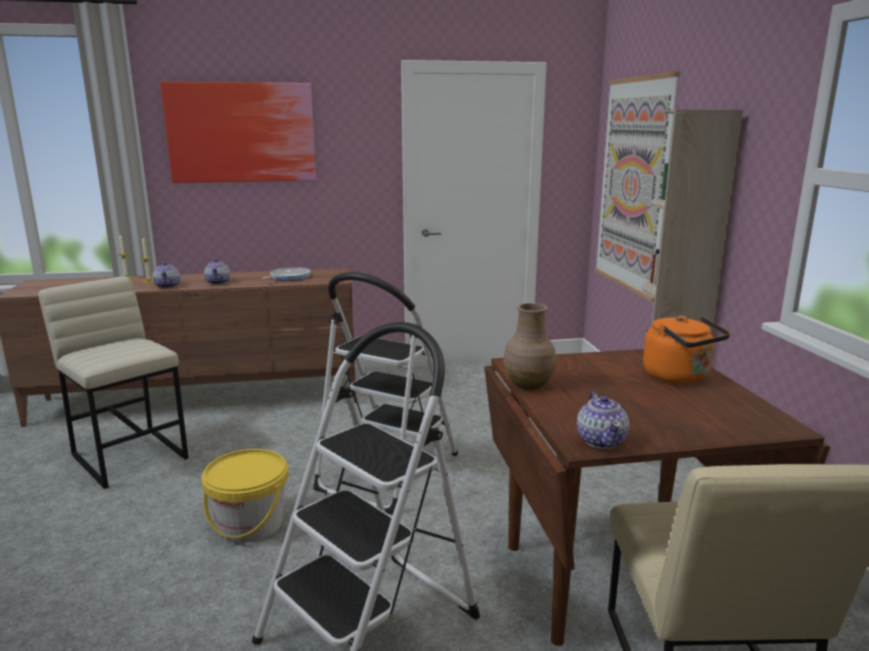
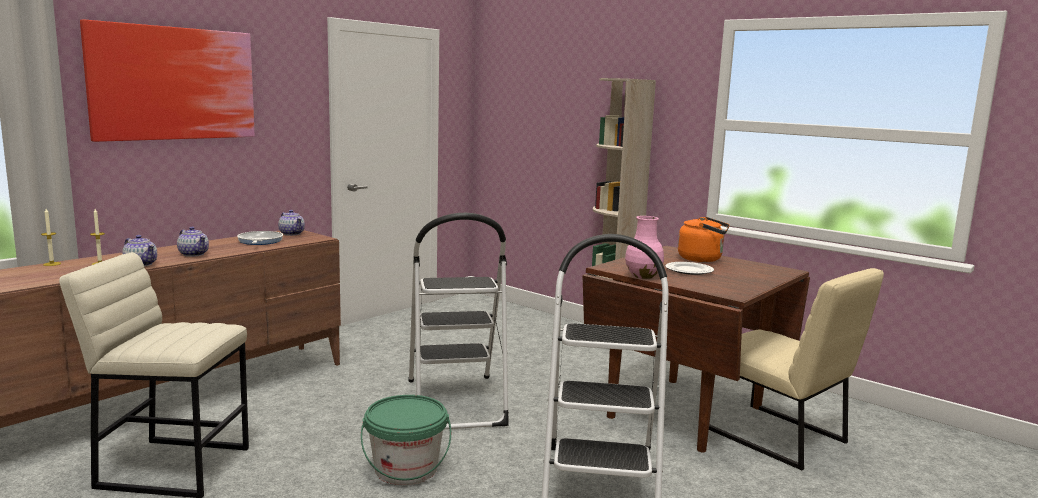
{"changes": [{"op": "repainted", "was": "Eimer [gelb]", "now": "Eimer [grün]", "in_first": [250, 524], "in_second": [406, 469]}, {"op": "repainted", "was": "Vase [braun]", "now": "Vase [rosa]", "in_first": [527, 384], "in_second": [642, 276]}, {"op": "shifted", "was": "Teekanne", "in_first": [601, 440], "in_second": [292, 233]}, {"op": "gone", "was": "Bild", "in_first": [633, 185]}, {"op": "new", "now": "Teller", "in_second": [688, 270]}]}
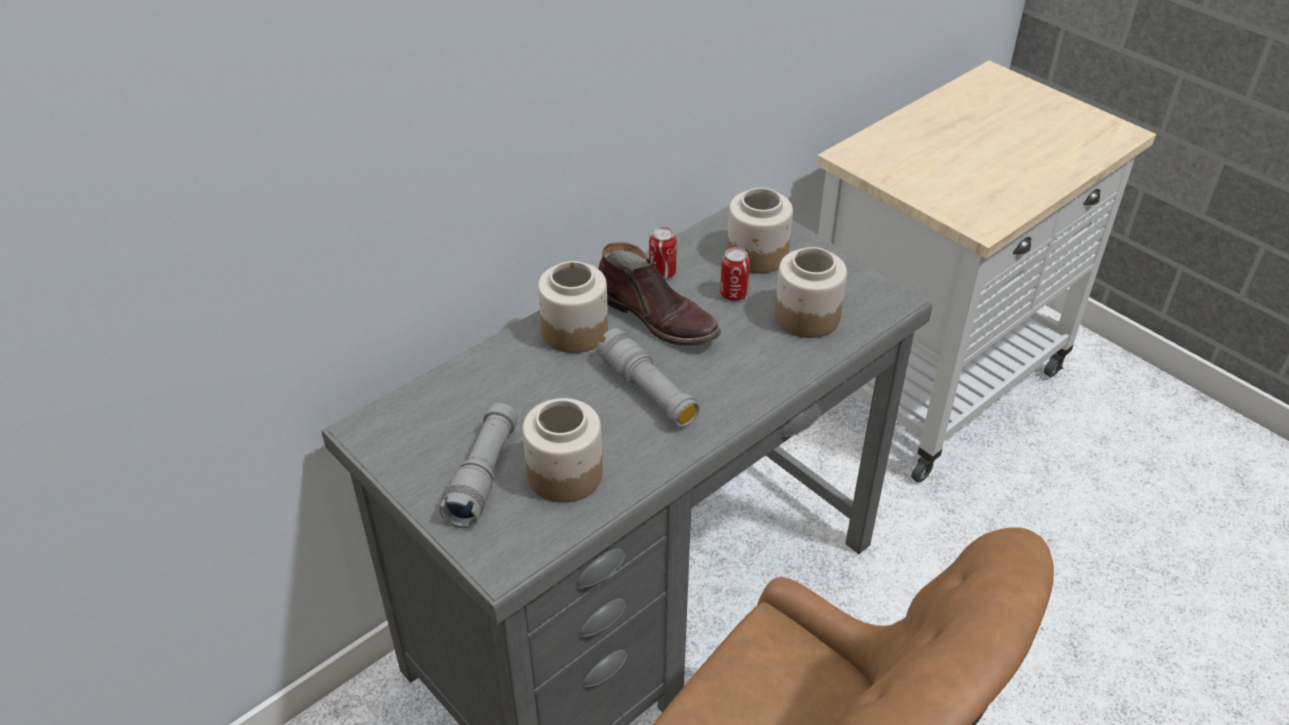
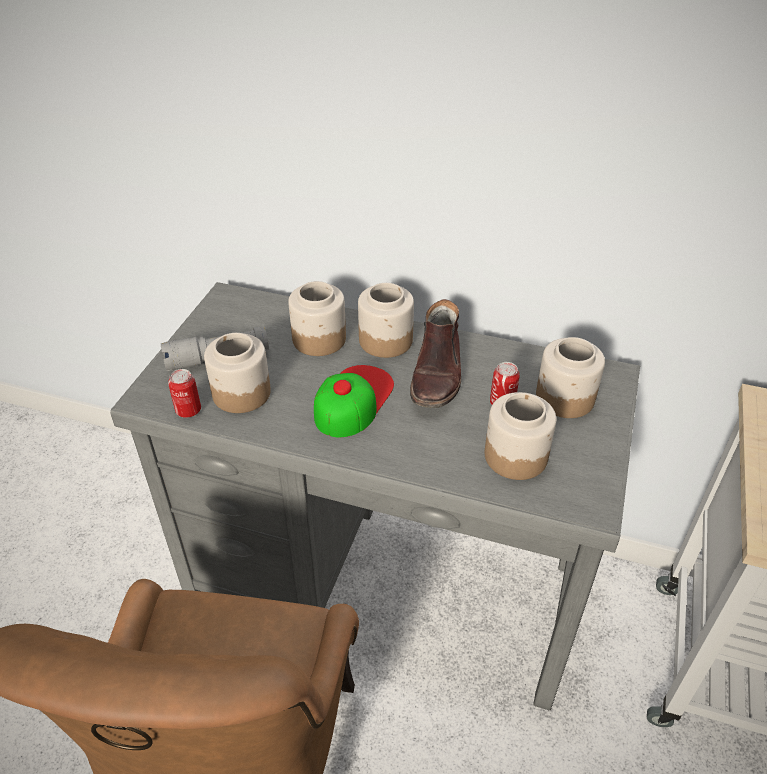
{"changes": [{"op": "swapped", "was": "Taschenlampe [grau]", "now": "Kappe", "in_first": [648, 391], "in_second": [353, 400]}, {"op": "shifted", "was": "Dose", "in_first": [662, 273], "in_second": [188, 410]}, {"op": "new", "now": "Vorratsglas", "in_second": [318, 339]}]}
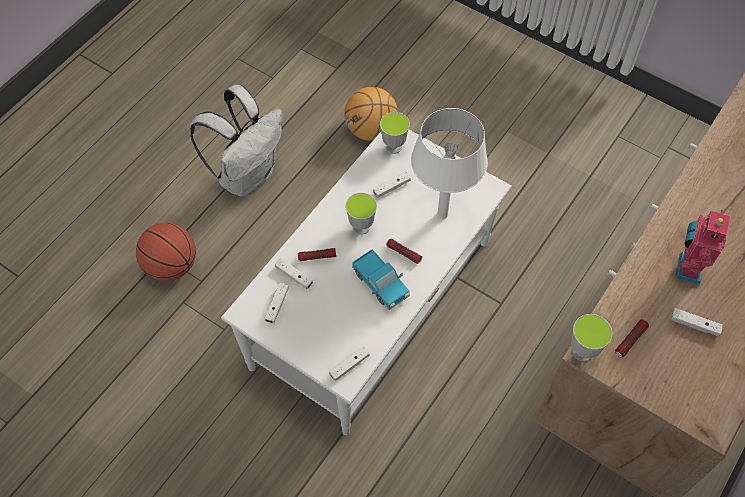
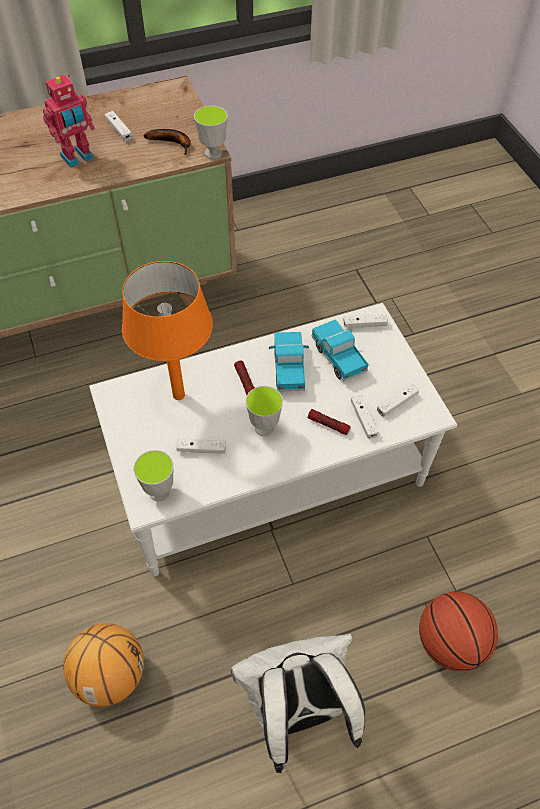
{"changes": [{"op": "repainted", "was": "Tischlampe [weiß]", "now": "Tischlampe [orange]", "in_first": [442, 214], "in_second": [178, 395]}, {"op": "swapped", "was": "Taschenlampe", "now": "Banane", "in_first": [630, 341], "in_second": [173, 143]}, {"op": "new", "now": "Spielzeuglaster", "in_second": [338, 357]}]}
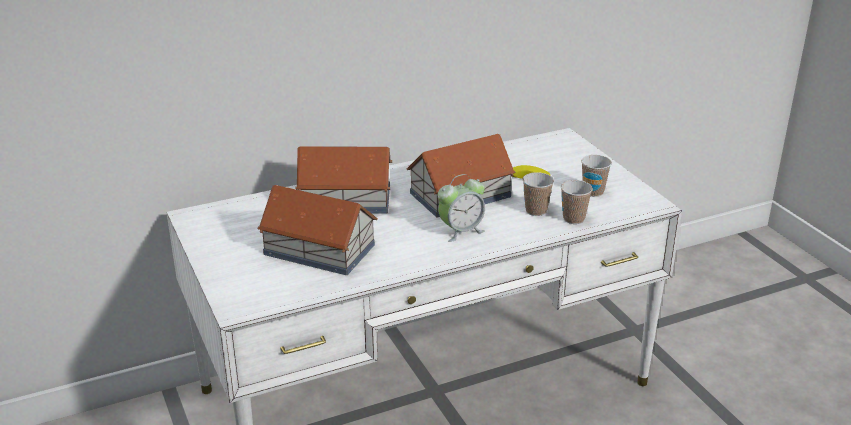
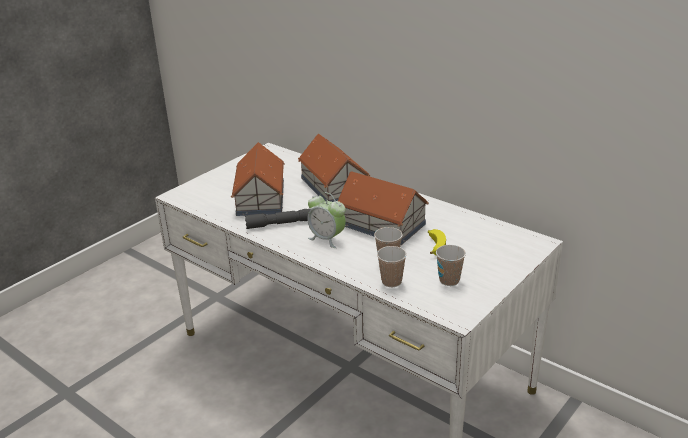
{"changes": [{"op": "new", "now": "Taschenlampe [grau]", "in_second": [280, 224]}]}
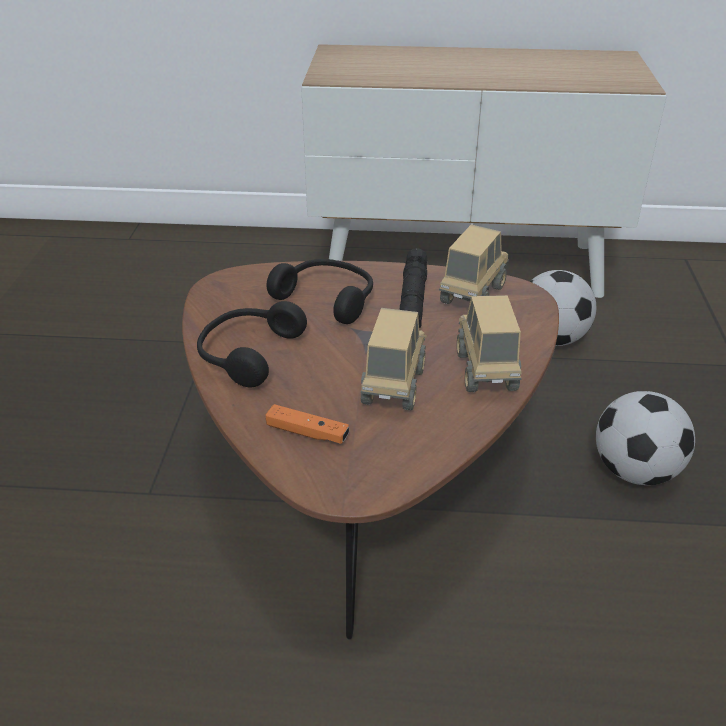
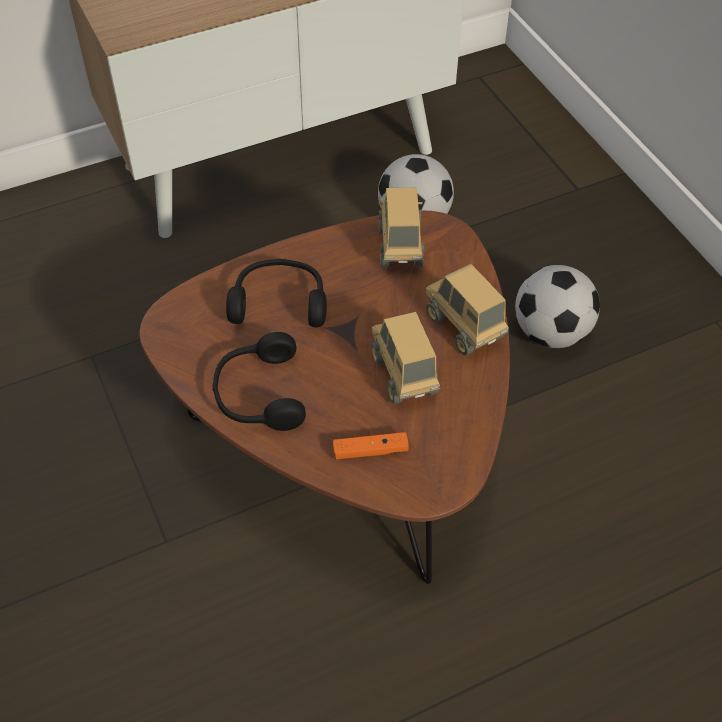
{"changes": [{"op": "gone", "was": "Taschenlampe [schwarz]", "in_first": [413, 298]}]}
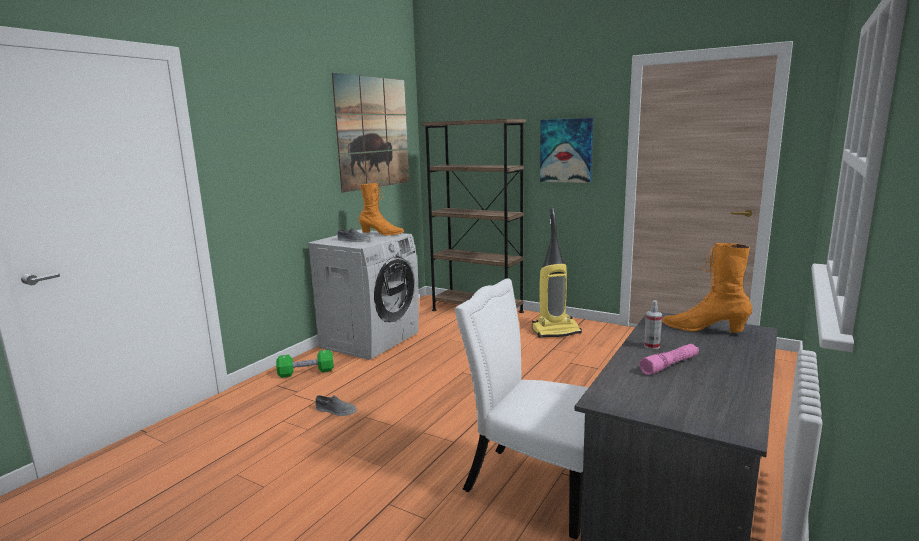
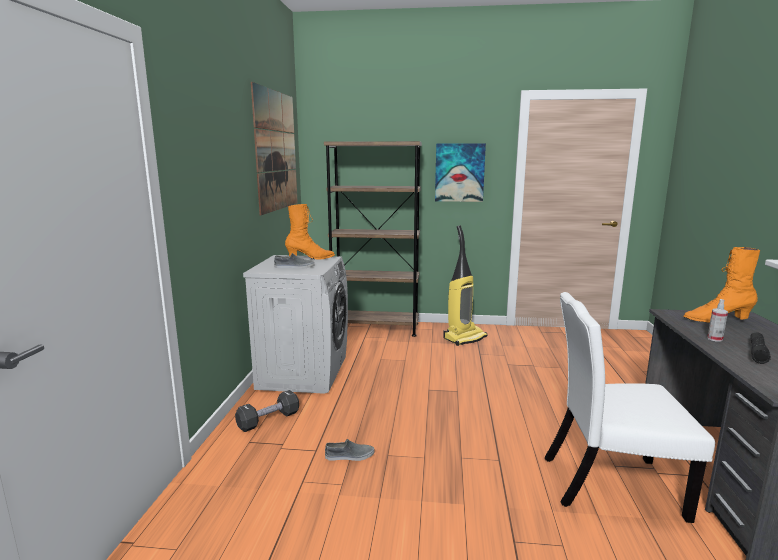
{"changes": [{"op": "repainted", "was": "Hantel [grün]", "now": "Hantel [schwarz]", "in_first": [306, 372], "in_second": [268, 420]}, {"op": "repainted", "was": "Taschenlampe [rosa]", "now": "Taschenlampe [schwarz]", "in_first": [670, 365], "in_second": [757, 353]}]}
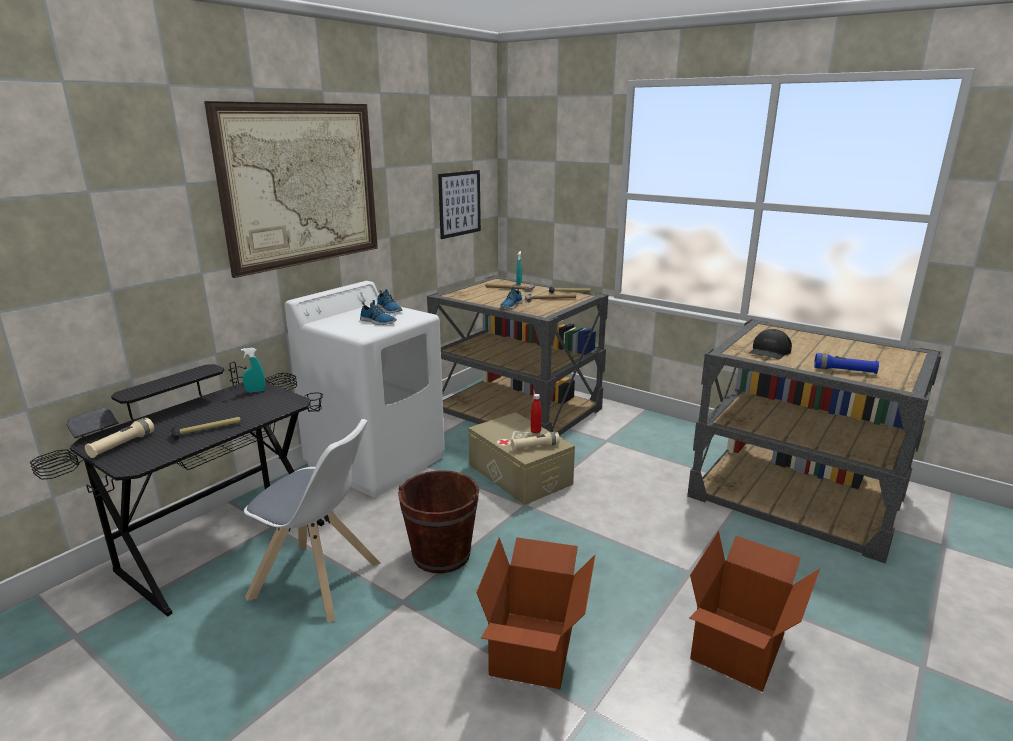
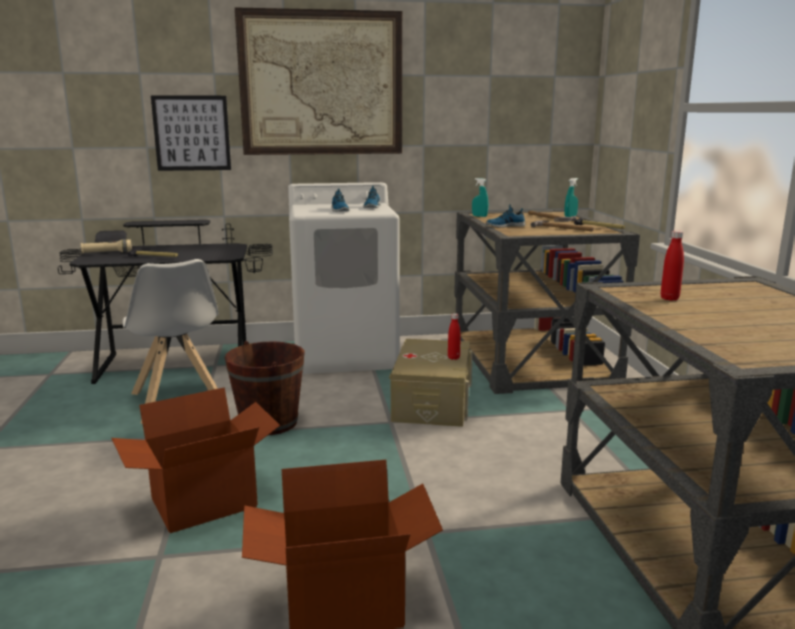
{"changes": [{"op": "shifted", "was": "Sprühflasche [türkis]", "in_first": [255, 391], "in_second": [479, 216]}, {"op": "shifted", "was": "Bild", "in_first": [459, 203], "in_second": [192, 133]}, {"op": "gone", "was": "Taschenlampe [beige]", "in_first": [535, 447]}, {"op": "swapped", "was": "Kappe [schwarz]", "now": "Flasche [rot]", "in_first": [769, 351], "in_second": [669, 298]}, {"op": "gone", "was": "Taschenlampe [blau]", "in_first": [844, 371]}]}
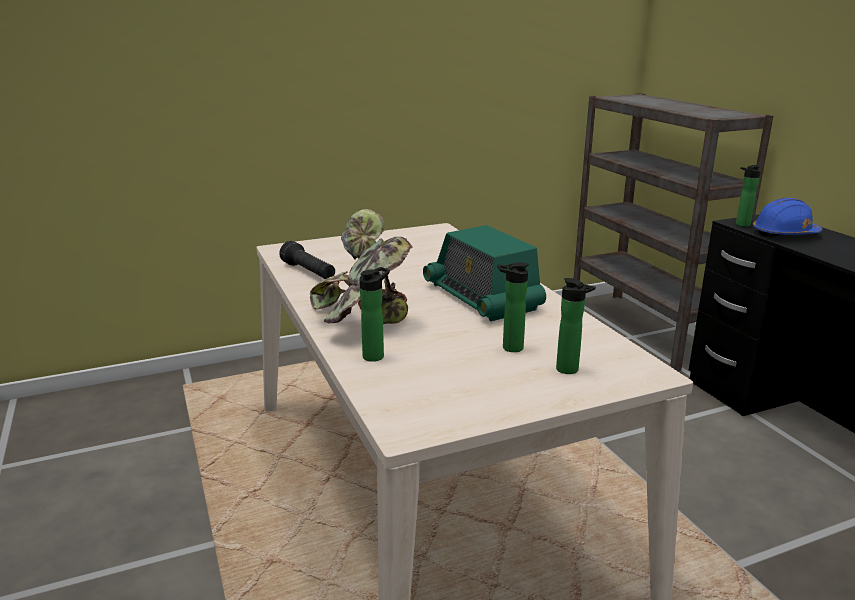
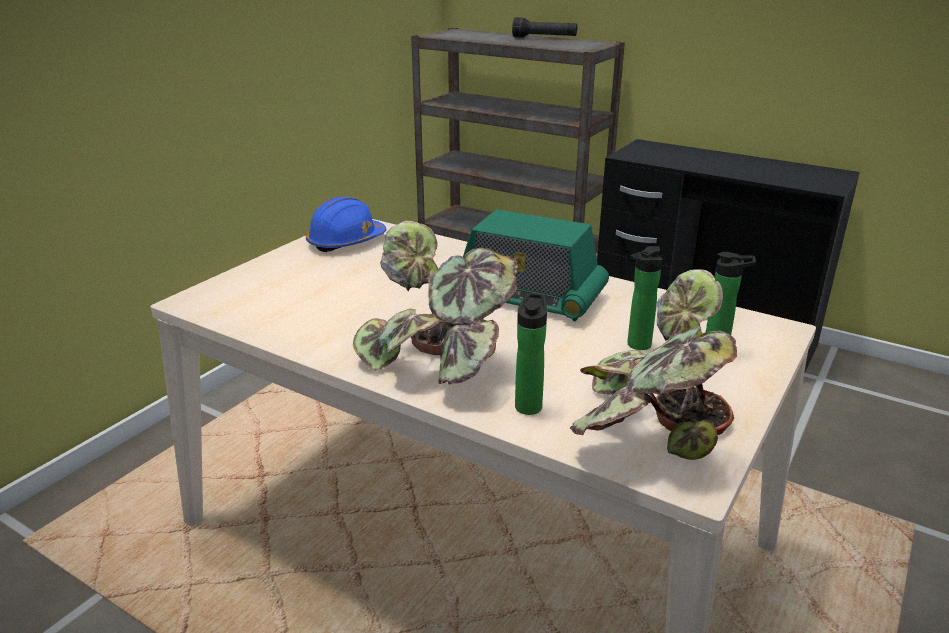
{"changes": [{"op": "shifted", "was": "Taschenlampe [schwarz]", "in_first": [309, 272], "in_second": [544, 38]}, {"op": "gone", "was": "Flasche", "in_first": [741, 225]}, {"op": "shifted", "was": "Schutzhelm [blau]", "in_first": [784, 234], "in_second": [346, 242]}, {"op": "new", "now": "Topfpflanze", "in_second": [647, 429]}]}
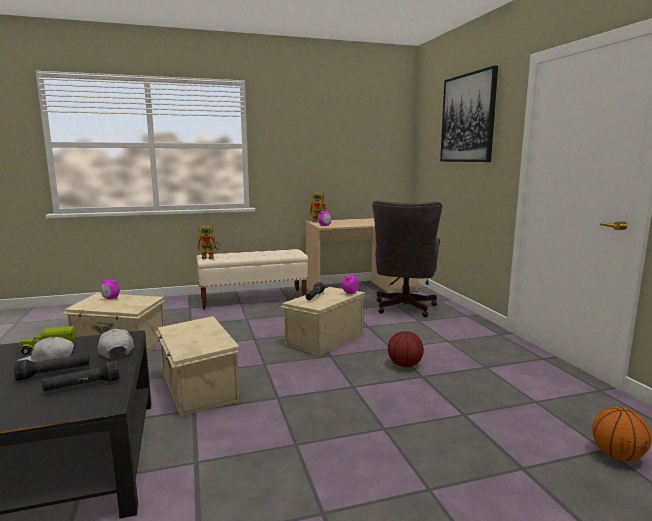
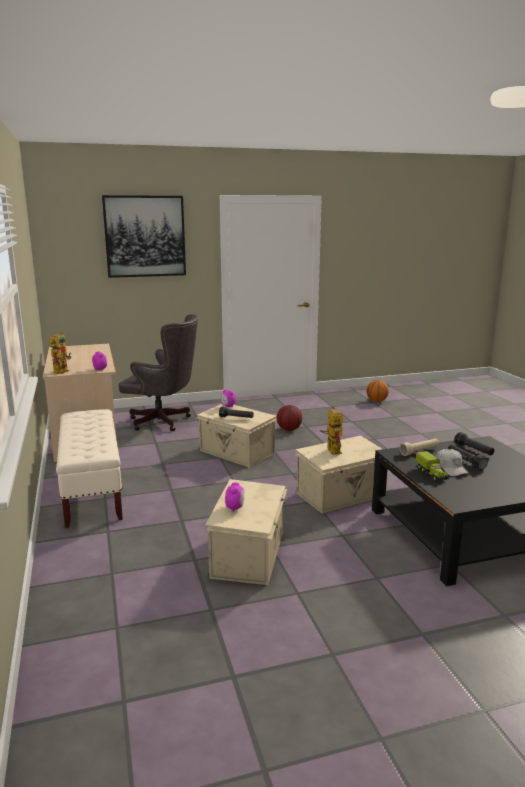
{"changes": [{"op": "swapped", "was": "Kappe [weiß]", "now": "Taschenlampe [beige]", "in_first": [116, 350], "in_second": [419, 451]}, {"op": "shifted", "was": "Spielzeugroboter", "in_first": [210, 257], "in_second": [331, 450]}]}
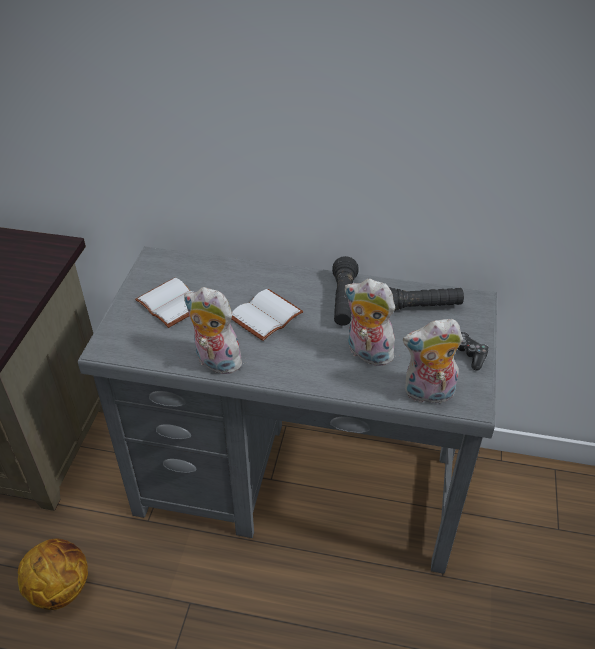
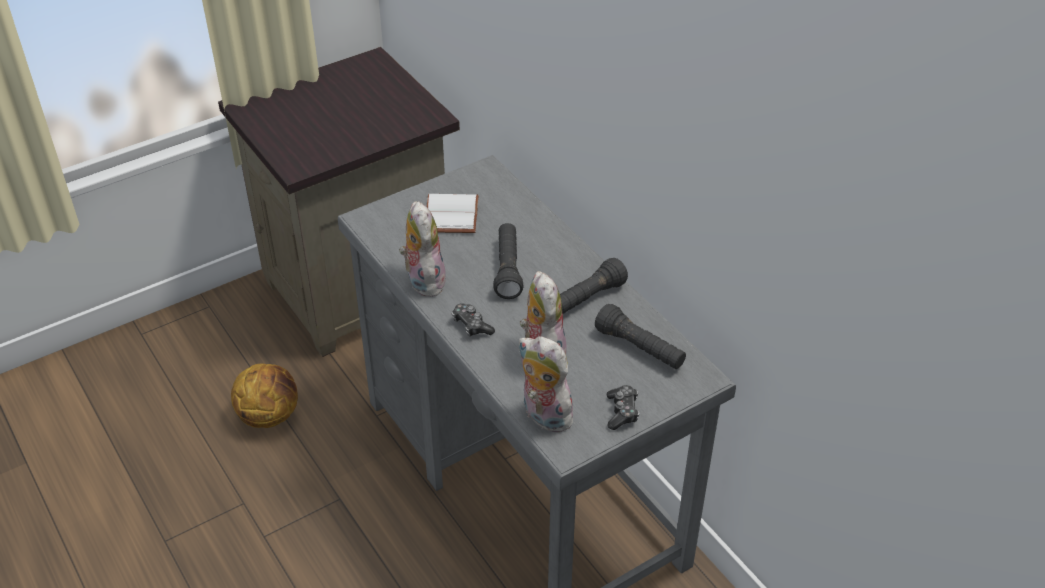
{"changes": [{"op": "swapped", "was": "Buch [weiß]", "now": "Taschenlampe [schwarz]", "in_first": [265, 314], "in_second": [507, 269]}, {"op": "new", "now": "Gamepad", "in_second": [471, 325]}]}
